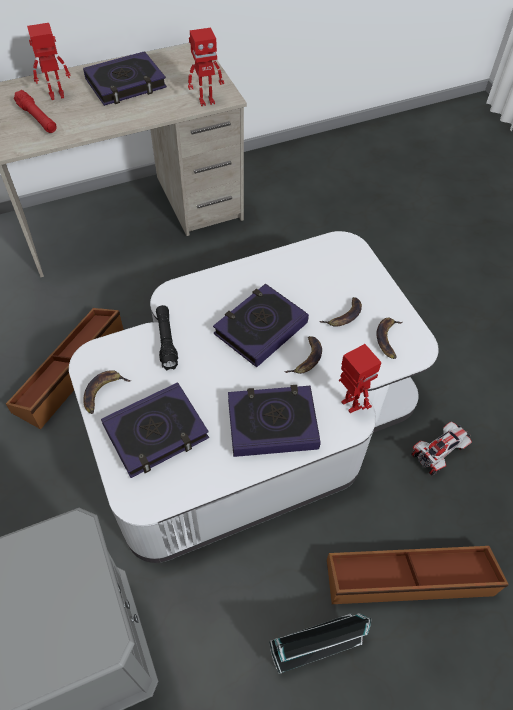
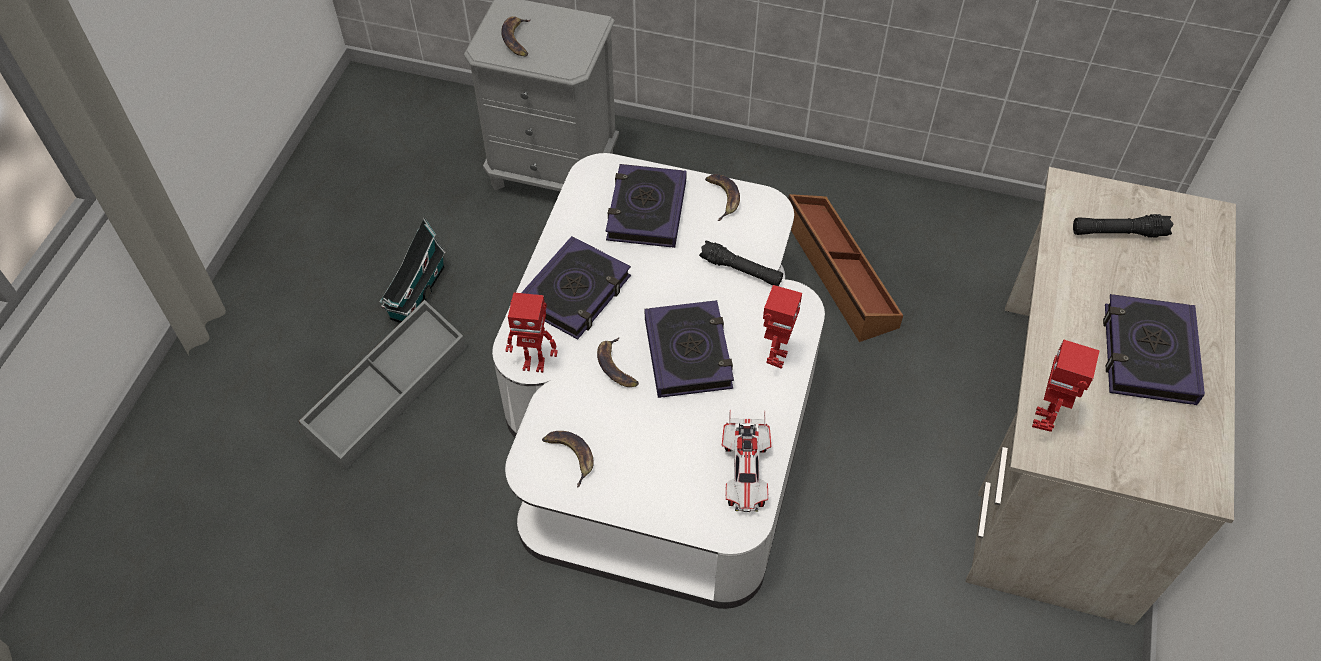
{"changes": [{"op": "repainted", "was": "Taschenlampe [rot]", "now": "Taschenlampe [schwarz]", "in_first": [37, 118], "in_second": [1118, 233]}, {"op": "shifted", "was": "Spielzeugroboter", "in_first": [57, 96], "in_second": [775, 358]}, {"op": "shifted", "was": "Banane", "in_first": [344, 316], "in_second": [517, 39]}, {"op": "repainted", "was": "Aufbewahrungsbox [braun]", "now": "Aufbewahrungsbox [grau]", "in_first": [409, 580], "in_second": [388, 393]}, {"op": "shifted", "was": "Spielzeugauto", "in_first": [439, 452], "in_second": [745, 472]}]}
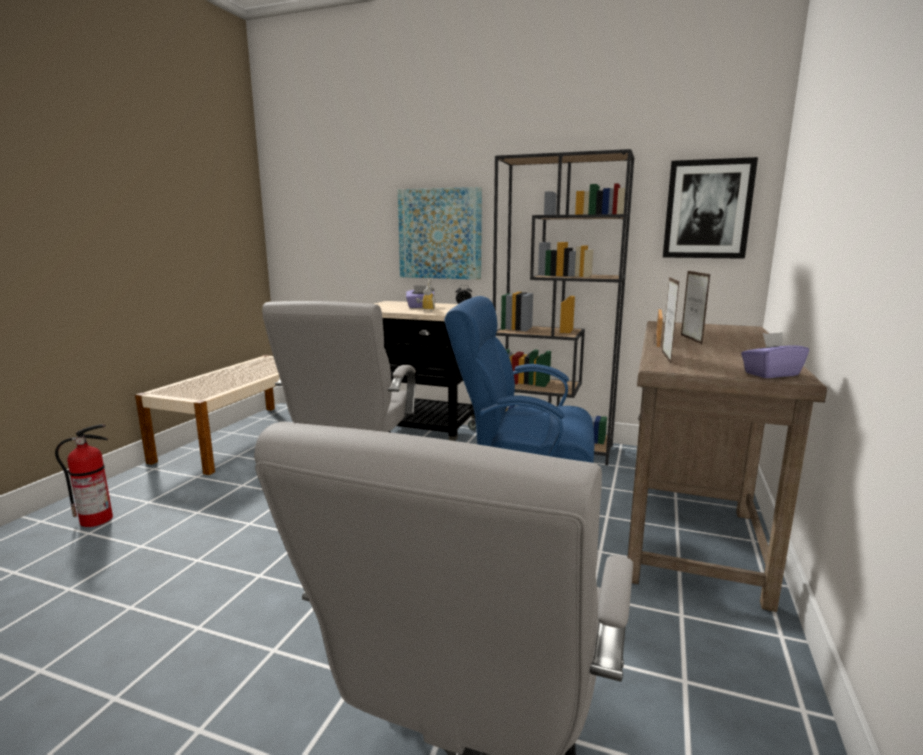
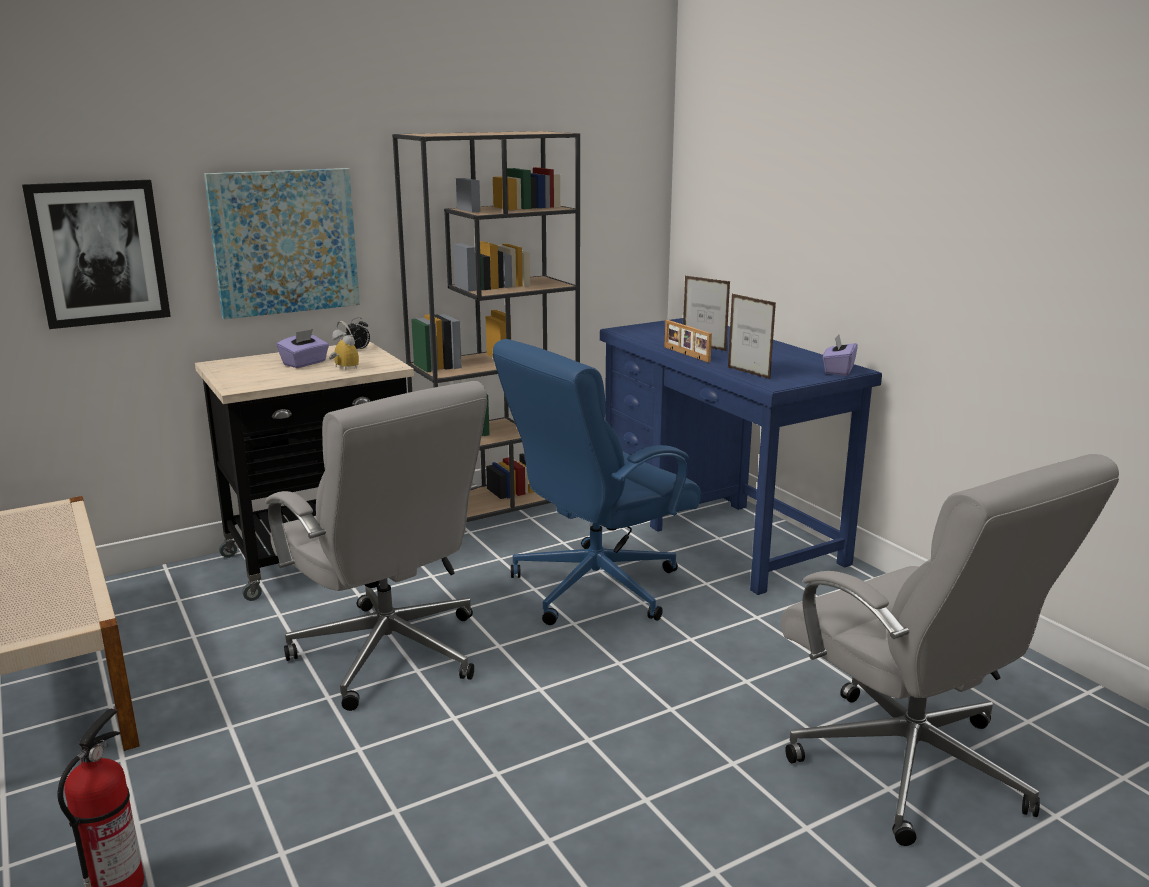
{"changes": [{"op": "repainted", "was": "Schreibtisch [braun]", "now": "Schreibtisch [blau]", "in_first": [692, 522], "in_second": [720, 528]}, {"op": "shifted", "was": "Bild", "in_first": [707, 209], "in_second": [99, 253]}]}
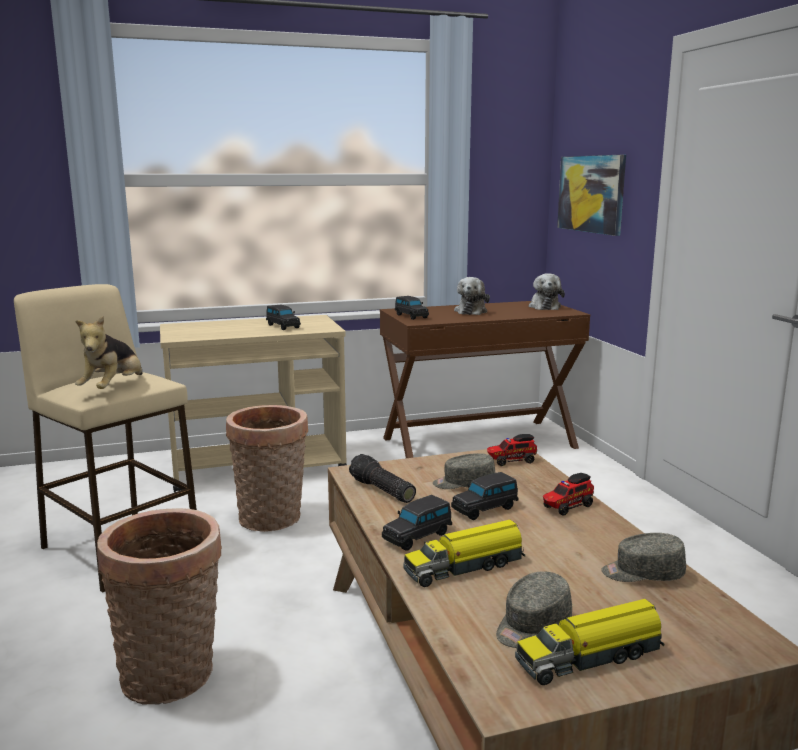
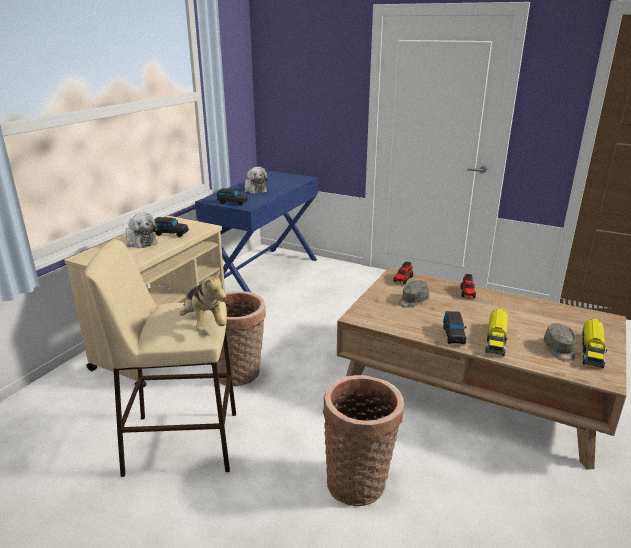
{"changes": [{"op": "gone", "was": "Taschenlampe", "in_first": [381, 490]}, {"op": "repainted", "was": "Schreibtisch [braun]", "now": "Schreibtisch [blau]", "in_first": [478, 443], "in_second": [264, 275]}, {"op": "gone", "was": "Spielzeugauto [schwarz]", "in_first": [485, 509]}, {"op": "shifted", "was": "Plüschtier", "in_first": [544, 306], "in_second": [140, 242]}, {"op": "gone", "was": "Bild", "in_first": [591, 194]}, {"op": "gone", "was": "Kappe [grau]", "in_first": [642, 573]}]}
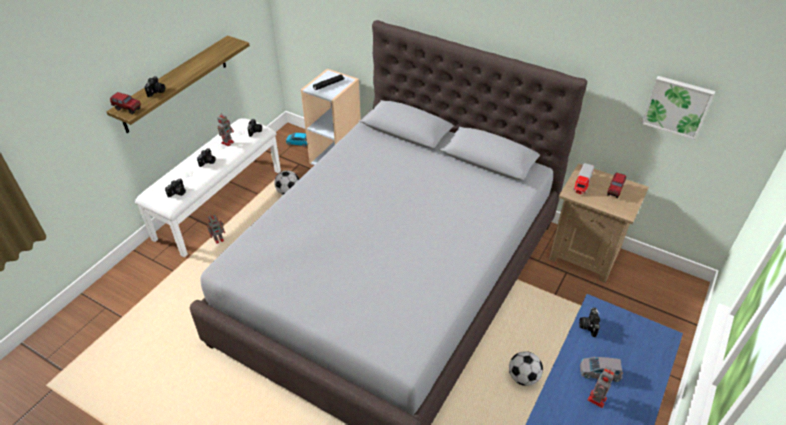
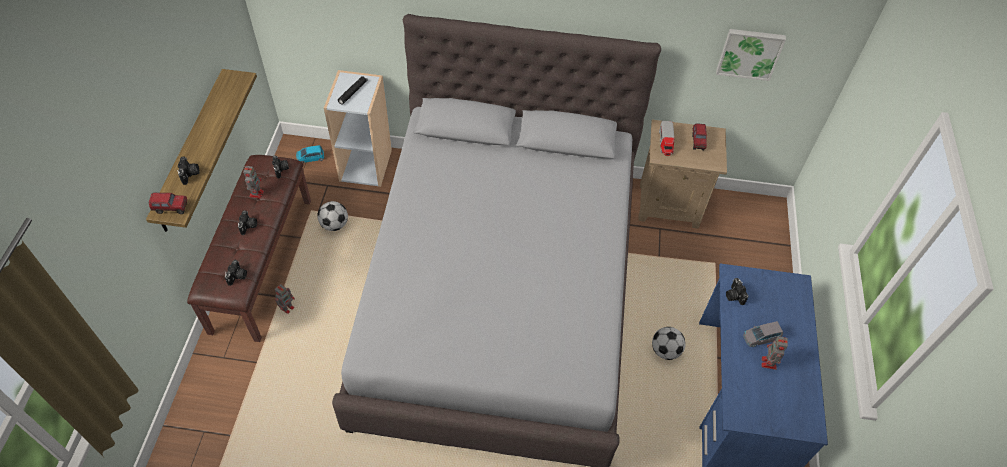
{"changes": [{"op": "repainted", "was": "Bank [weiß]", "now": "Bank [braun]", "in_first": [219, 203], "in_second": [261, 263]}]}
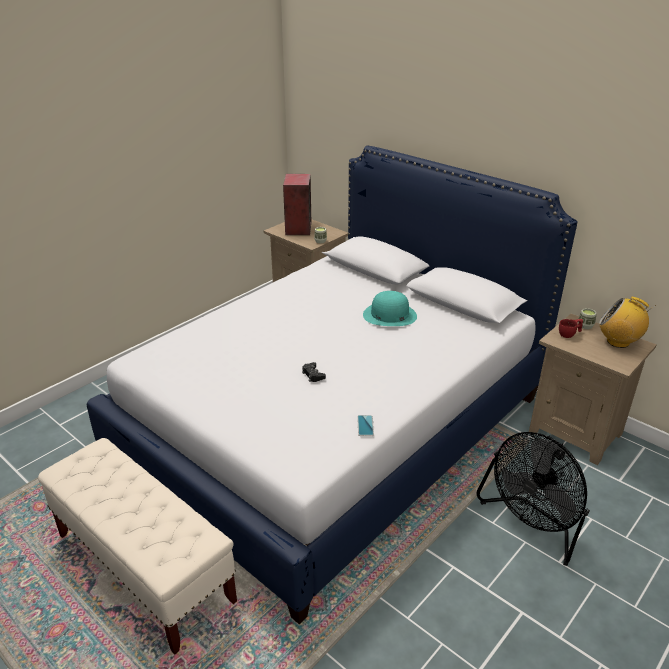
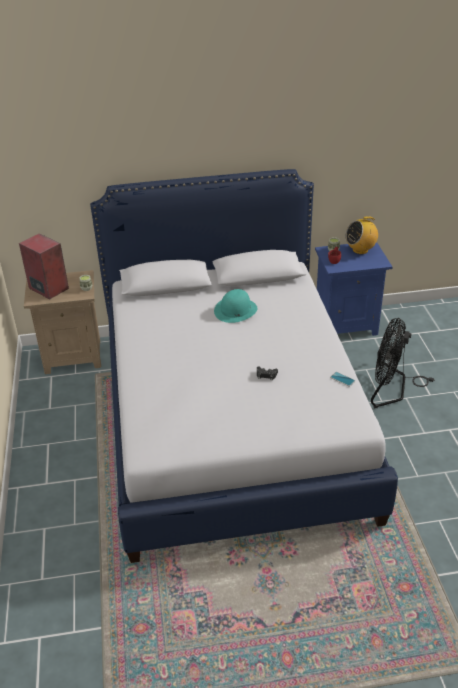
{"changes": [{"op": "gone", "was": "Bank [beige]", "in_first": [144, 567]}, {"op": "rotated", "was": "Ventilator [schwarz]", "in_first": [531, 519], "in_second": [392, 385], "clockwise": 105}, {"op": "repainted", "was": "Nachttisch [beige]", "now": "Nachttisch [blau]", "in_first": [575, 434], "in_second": [347, 326]}]}
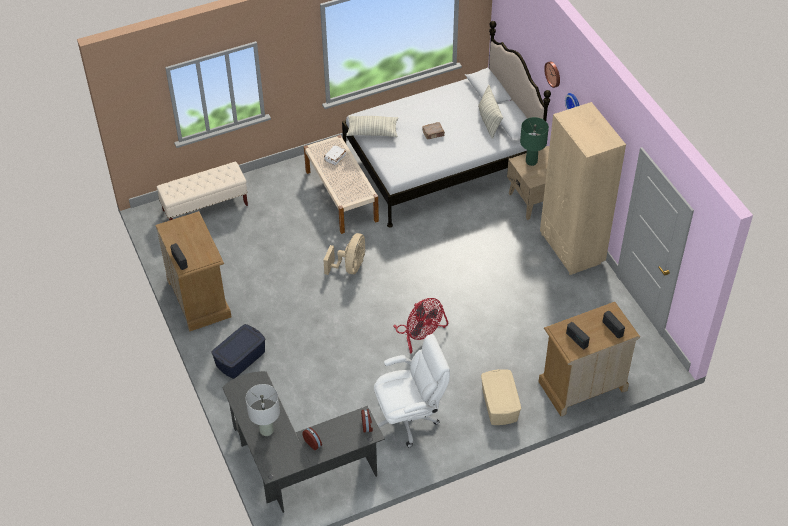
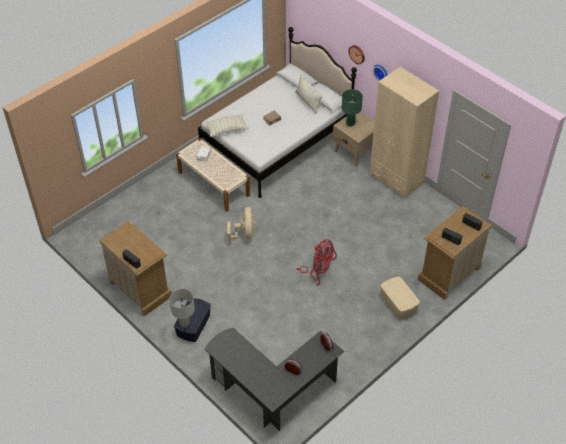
{"changes": [{"op": "gone", "was": "Bank [beige]", "in_first": [205, 207]}, {"op": "shifted", "was": "Tischlampe [grau]", "in_first": [266, 430], "in_second": [184, 323]}, {"op": "gone", "was": "Bürostuhl [weiß]", "in_first": [410, 418]}]}
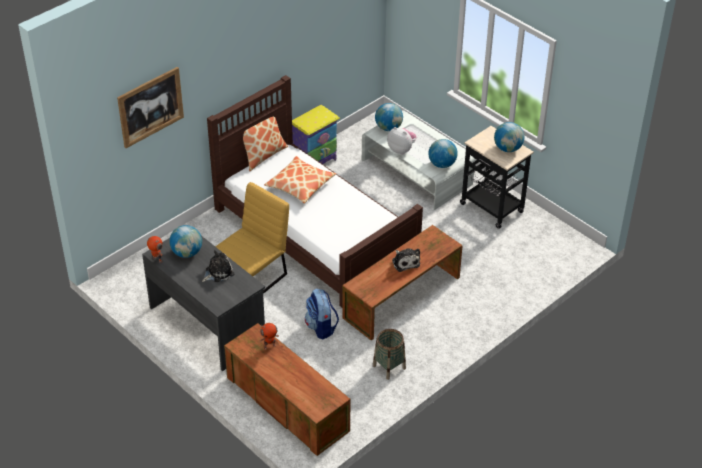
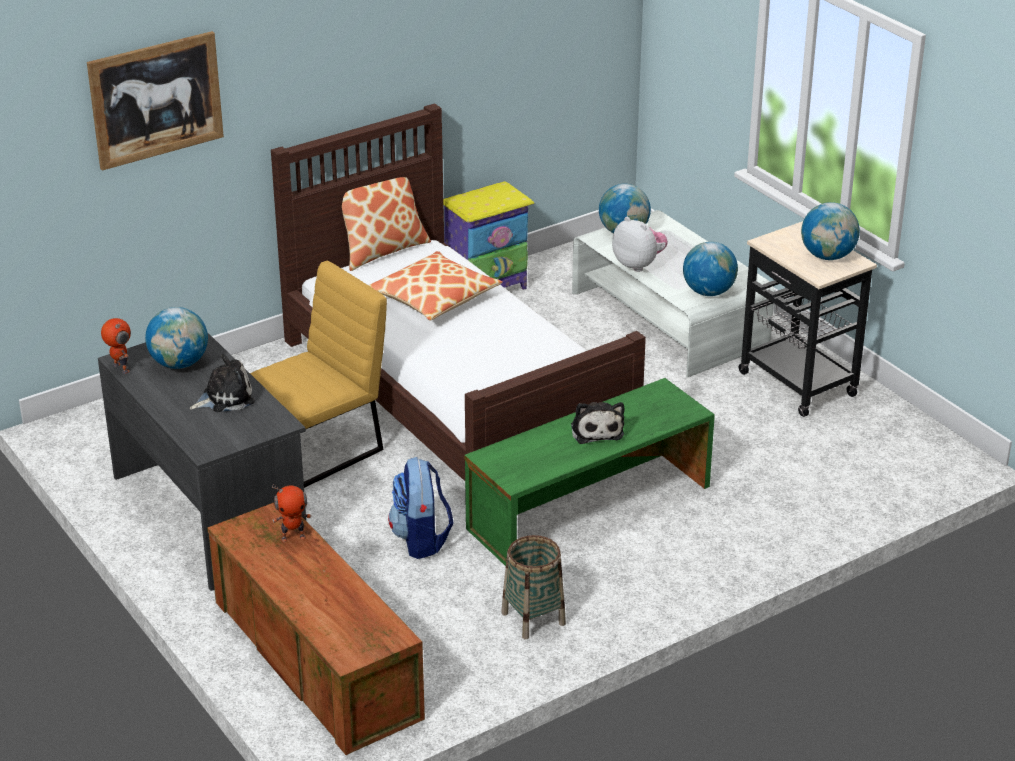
{"changes": [{"op": "repainted", "was": "Bank [braun]", "now": "Bank [grün]", "in_first": [401, 296], "in_second": [589, 505]}]}
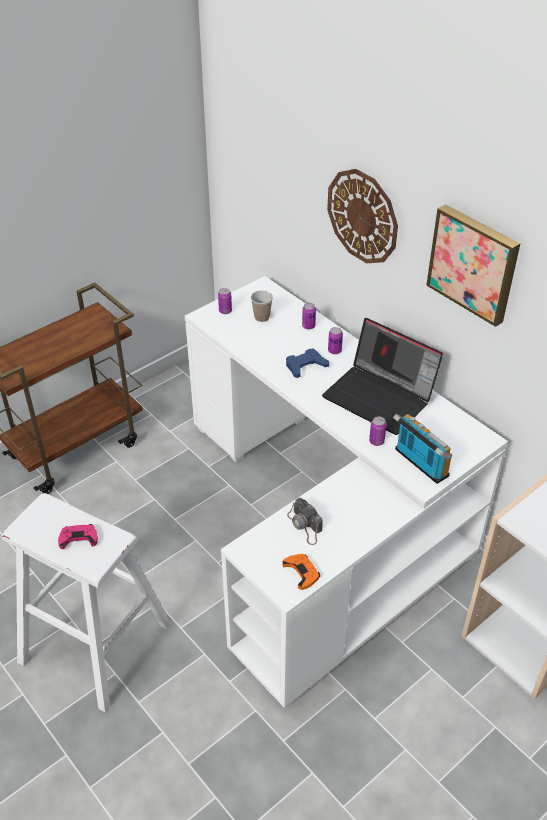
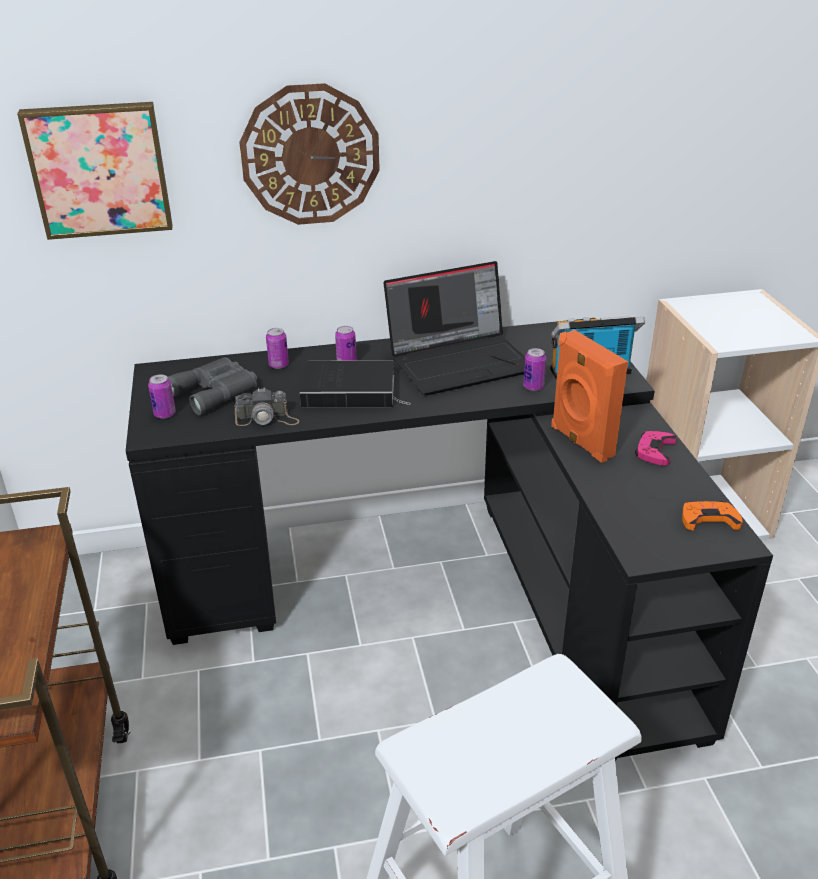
{"changes": [{"op": "shifted", "was": "Gamepad [rosa]", "in_first": [78, 538], "in_second": [654, 451]}, {"op": "repainted", "was": "Schreibtisch [weiß]", "now": "Schreibtisch [schwarz]", "in_first": [325, 523], "in_second": [446, 589]}, {"op": "swapped", "was": "Tasse", "now": "Fernglas [grau]", "in_first": [262, 317], "in_second": [217, 391]}, {"op": "swapped", "was": "Gamepad [blau]", "now": "Buch", "in_first": [305, 366], "in_second": [352, 390]}, {"op": "shifted", "was": "Kamera", "in_first": [305, 525], "in_second": [267, 419]}, {"op": "shifted", "was": "Bild", "in_first": [474, 263], "in_second": [99, 169]}, {"op": "new", "now": "Lautsprecher [orange]", "in_second": [580, 442]}]}
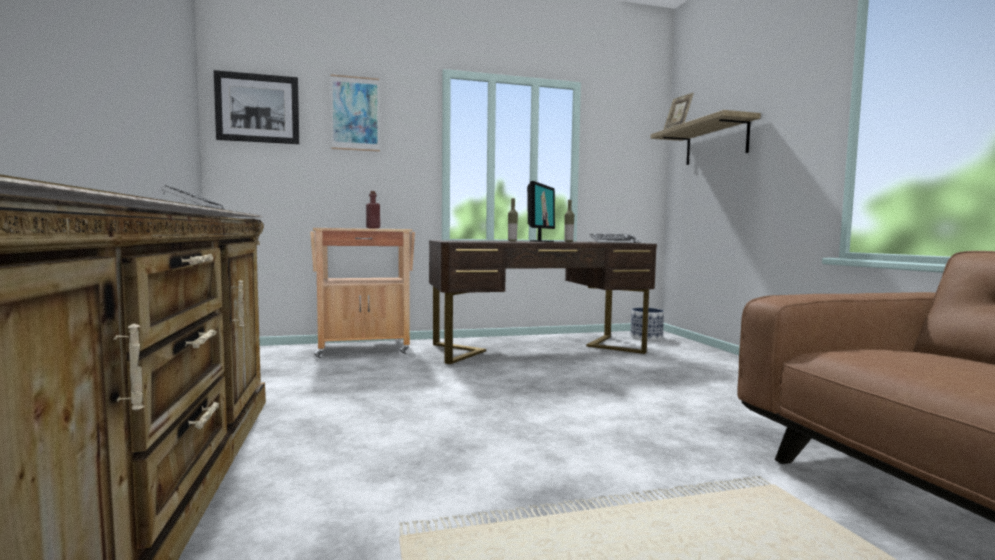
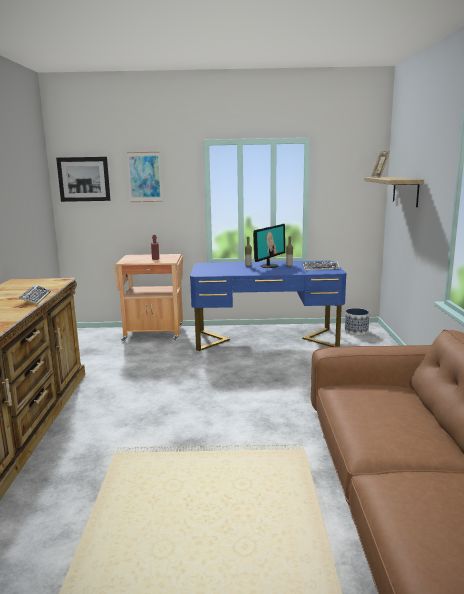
{"changes": [{"op": "repainted", "was": "Schreibtisch [braun]", "now": "Schreibtisch [blau]", "in_first": [537, 349], "in_second": [266, 339]}]}
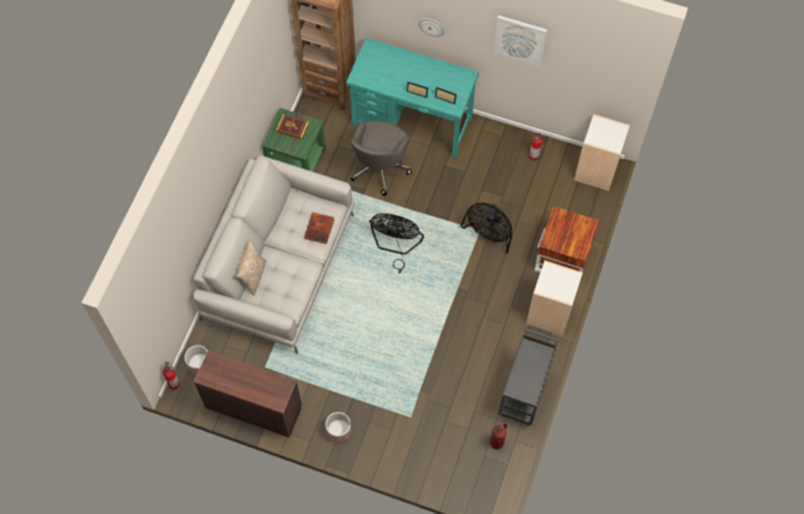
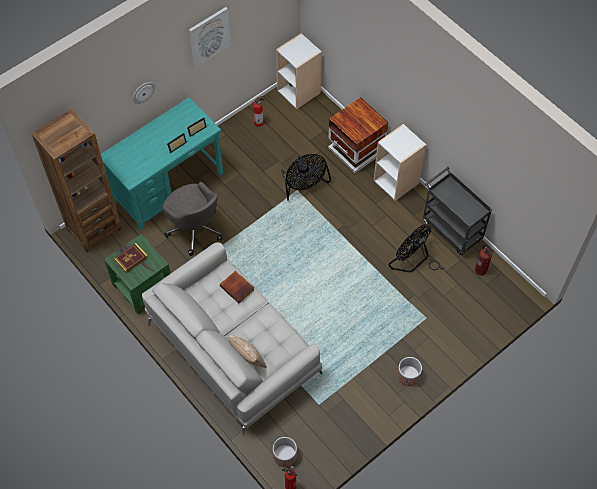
{"changes": [{"op": "gone", "was": "Schreibtisch [braun]", "in_first": [253, 406]}, {"op": "shifted", "was": "Ventilator [schwarz]", "in_first": [395, 245], "in_second": [415, 259]}]}
